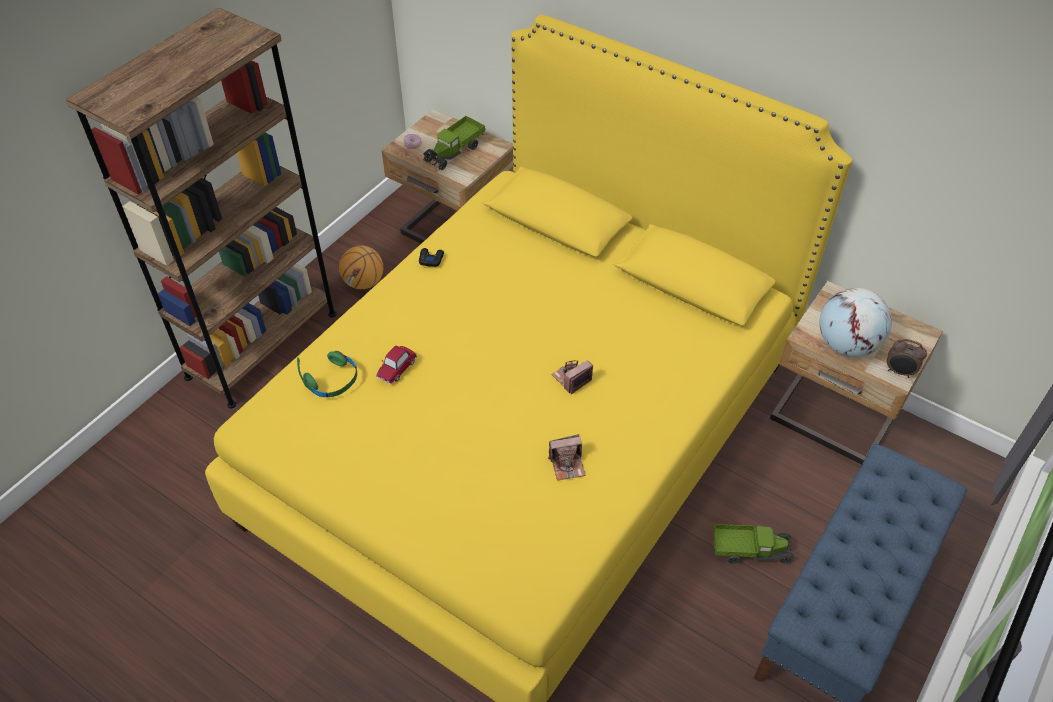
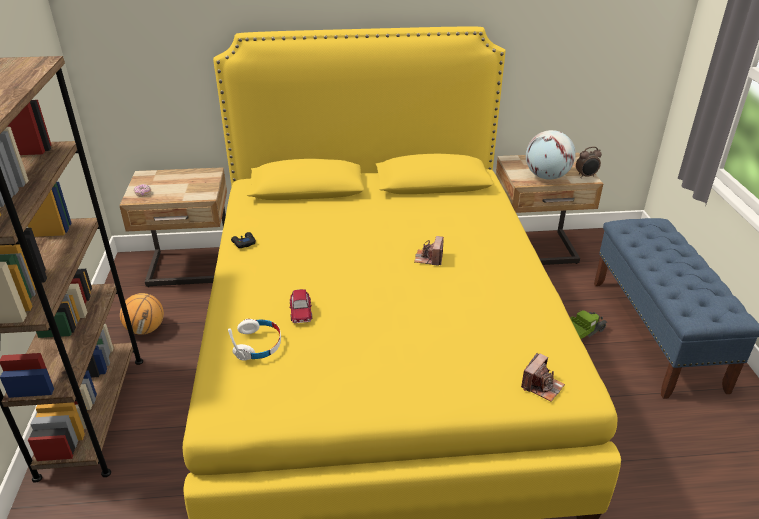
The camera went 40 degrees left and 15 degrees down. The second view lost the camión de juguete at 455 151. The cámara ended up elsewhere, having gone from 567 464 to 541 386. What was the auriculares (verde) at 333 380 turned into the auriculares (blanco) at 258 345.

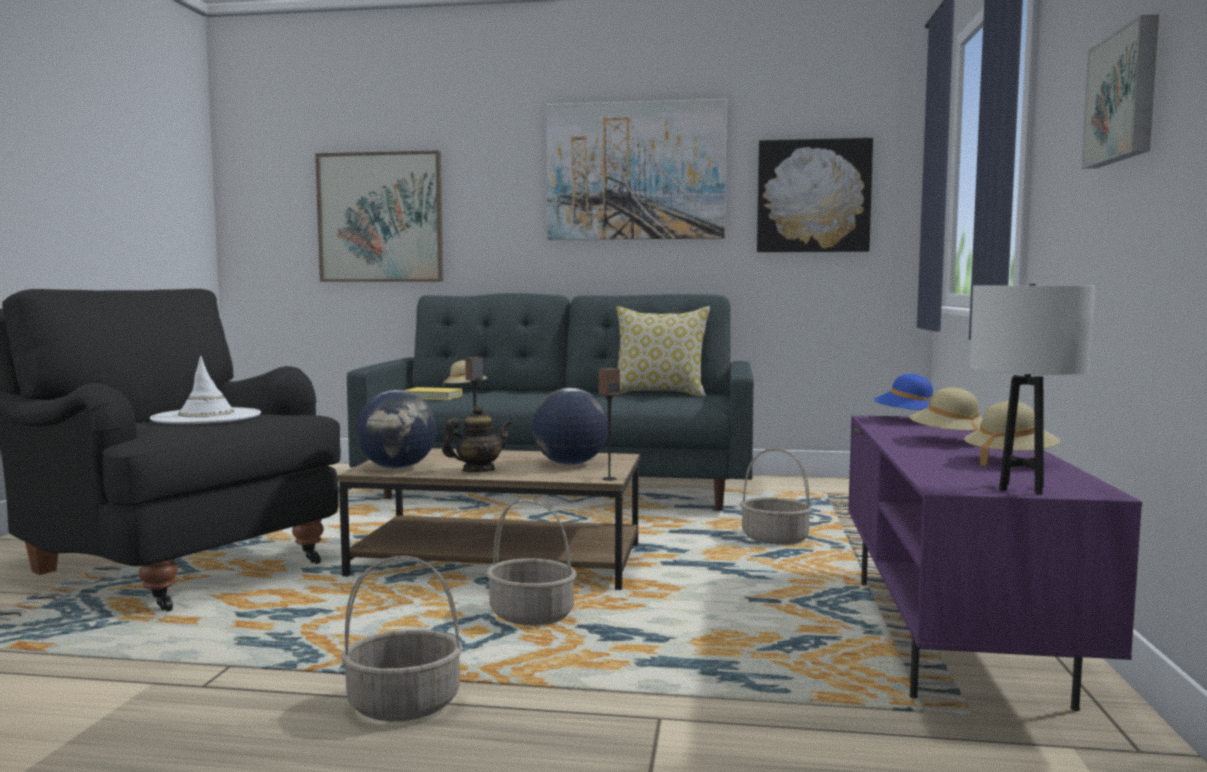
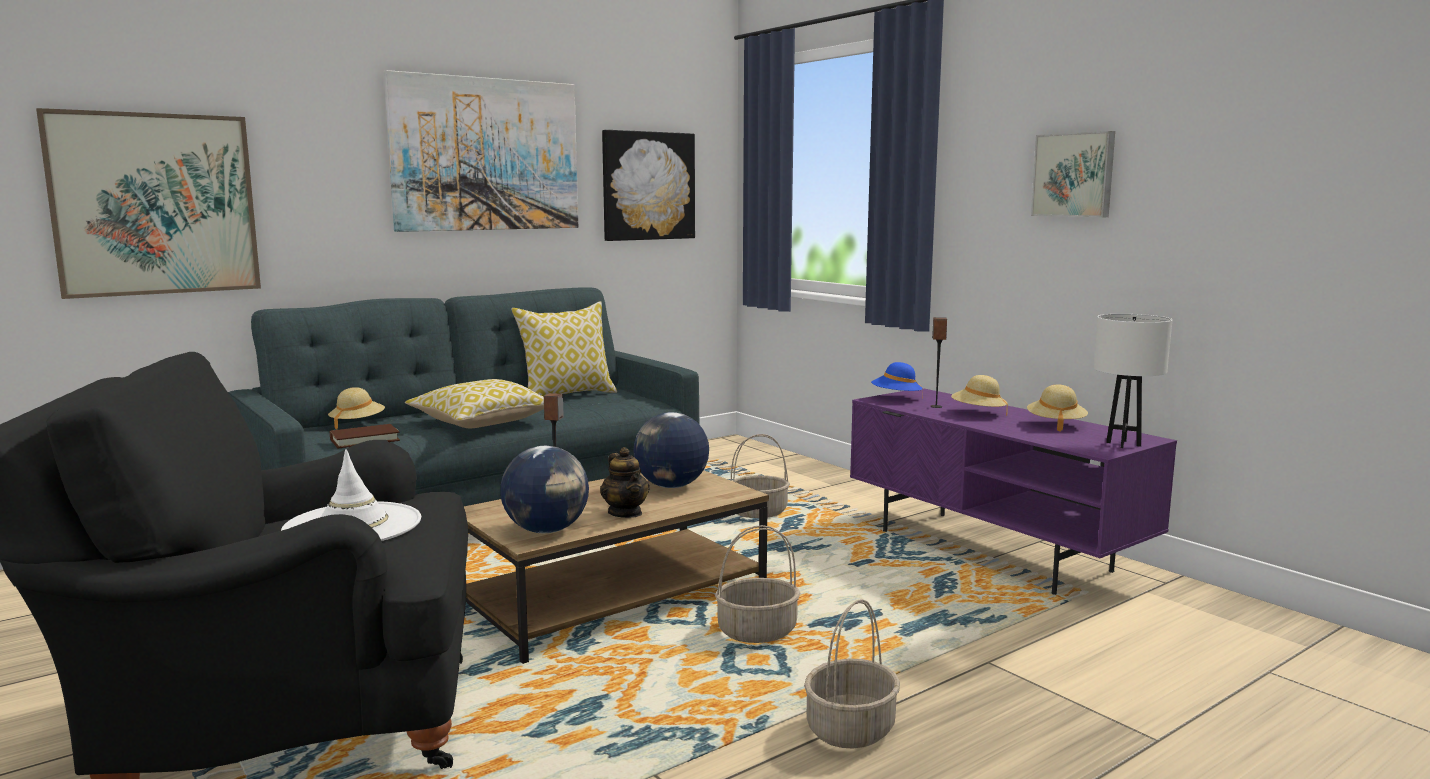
The camera went 45 degrees left and 5 degrees up. The second view gained the cojín at 482 422. The altavoz ended up elsewhere, having gone from 609 479 to 936 406. What was the libro (amarillo) at 433 397 turned into the libro (marrón) at 365 440. The tetera at 478 470 ended up facing another way, 135 degrees clockwise from before.

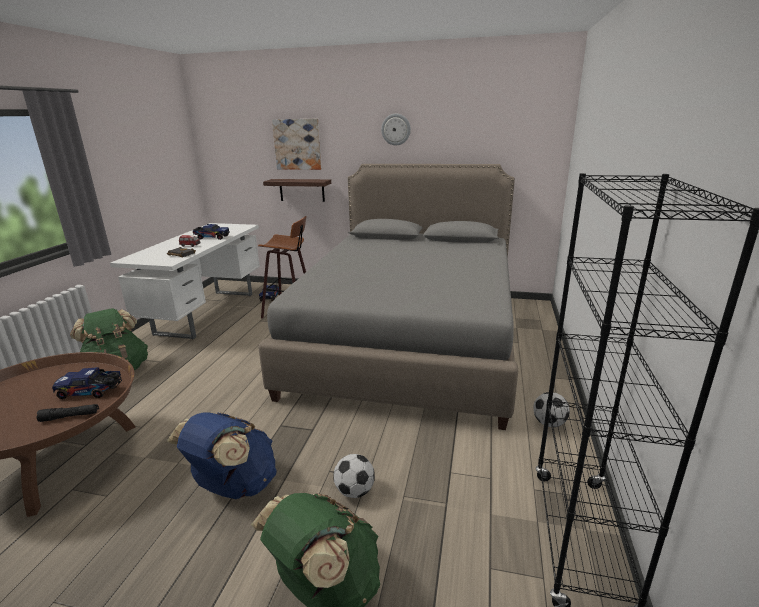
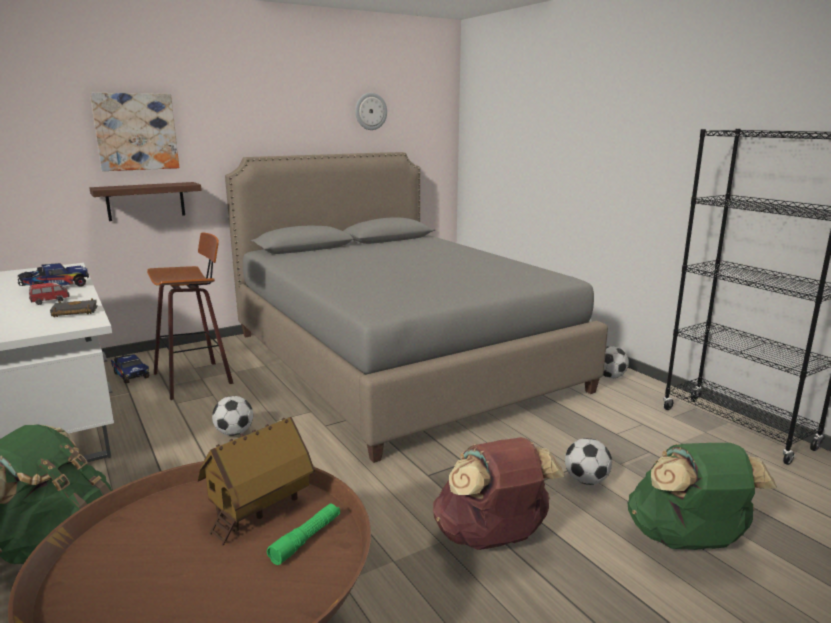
The camera went 45 degrees left and 5 degrees down. The second view gained the balón de fútbol at 234 433. The reloj de pared ended up elsewhere, having gone from 396 129 to 370 111. Where the camión de juguete stood at 91 391, the casita came to stand at 259 509. What was the linterna (negro) at 70 417 turned into the linterna (verde) at 306 539. What was the mochila (azul) at 234 486 turned into the mochila (marrón) at 492 539.

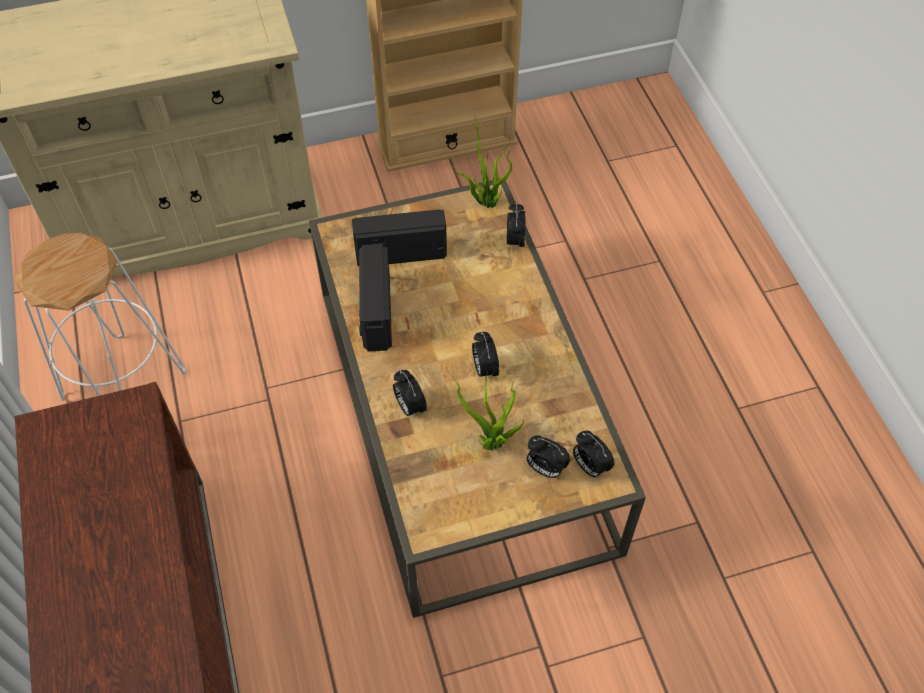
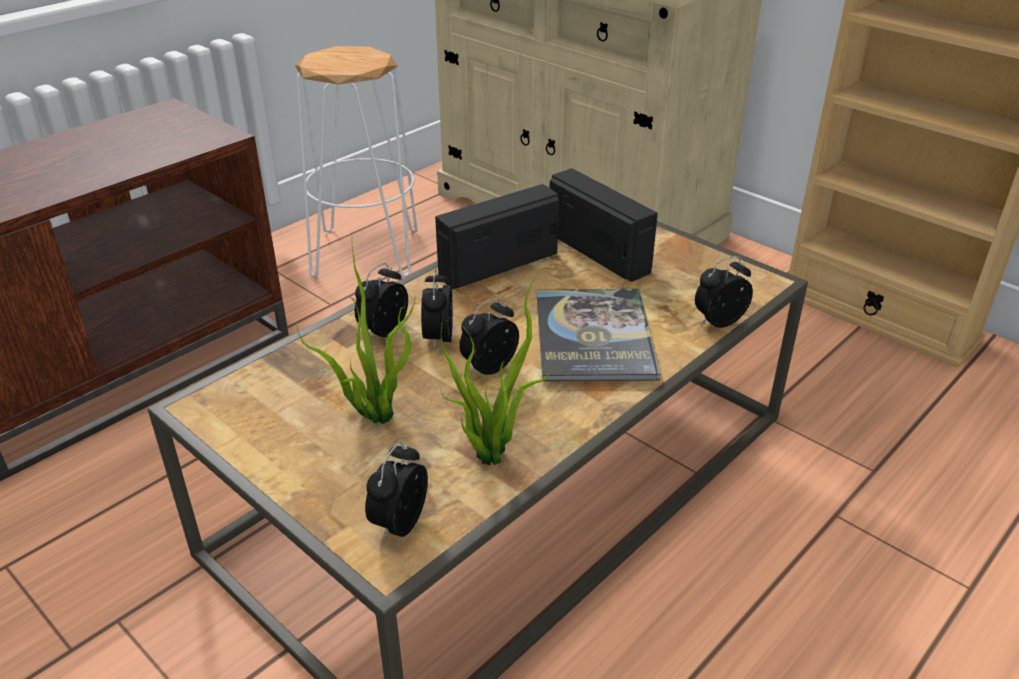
The camera went 60 degrees right and 20 degrees down. The second view gained the libro at 593 336. The planta en maceta ended up elsewhere, having gone from 485 201 to 489 451. The despertador ended up elsewhere, having gone from 545 469 to 438 338.

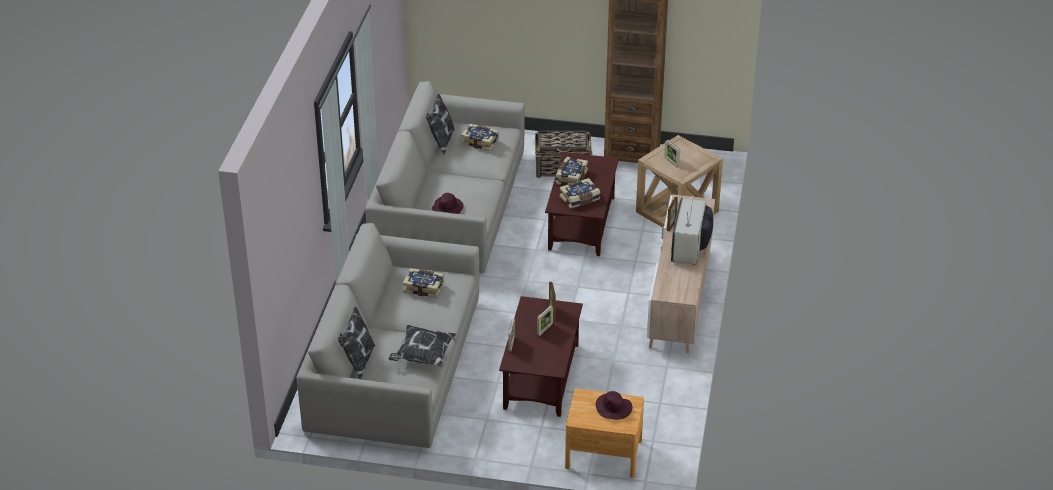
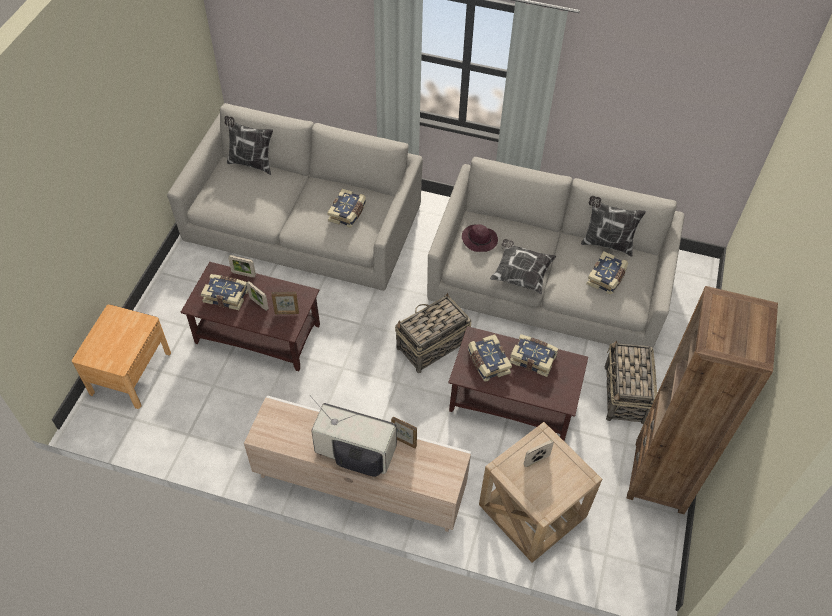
The camera went 95 degrees right and 15 degrees up. The second view lost the sombrero (morado) at 614 408. The second view gained the libro at 226 295. The second view gained the cesta at 431 346. The cojín ended up elsewhere, having gone from 423 356 to 520 274.

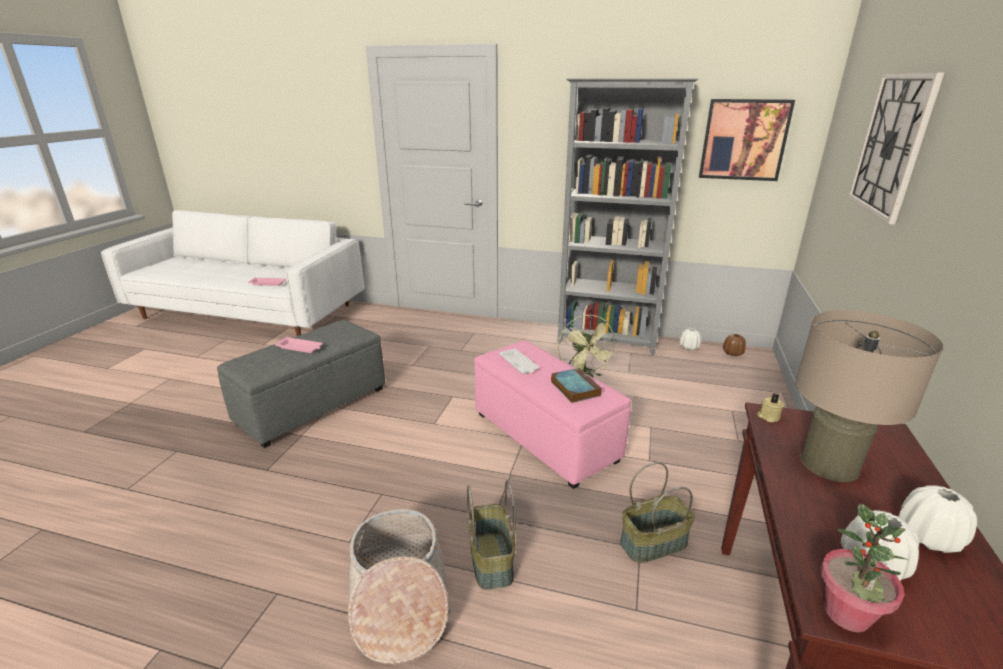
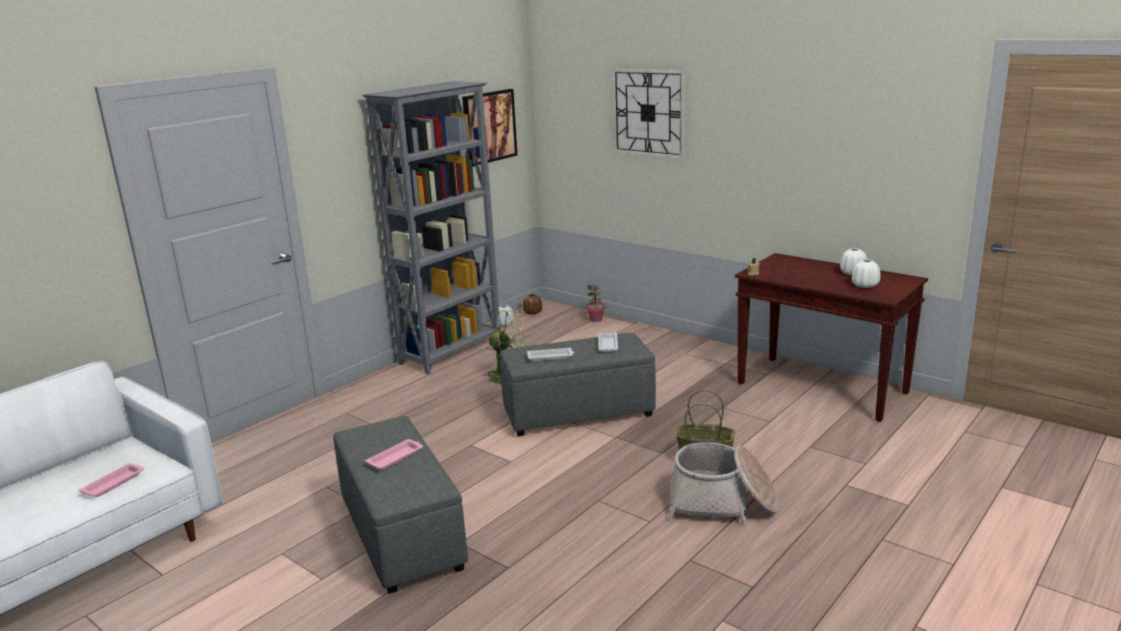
The camera went 65 degrees left and 5 degrees down. The second view lost the cesta at 653 542. The second view lost the lámpara de mesa (beis) at 829 464. The planta en maceta ended up elsewhere, having gone from 846 614 to 596 319. Where the libro stood at 574 388, the bandeja (blanco) came to stand at 608 344. What was the puf (rosa) at 545 437 turned into the puf (gris) at 579 413.

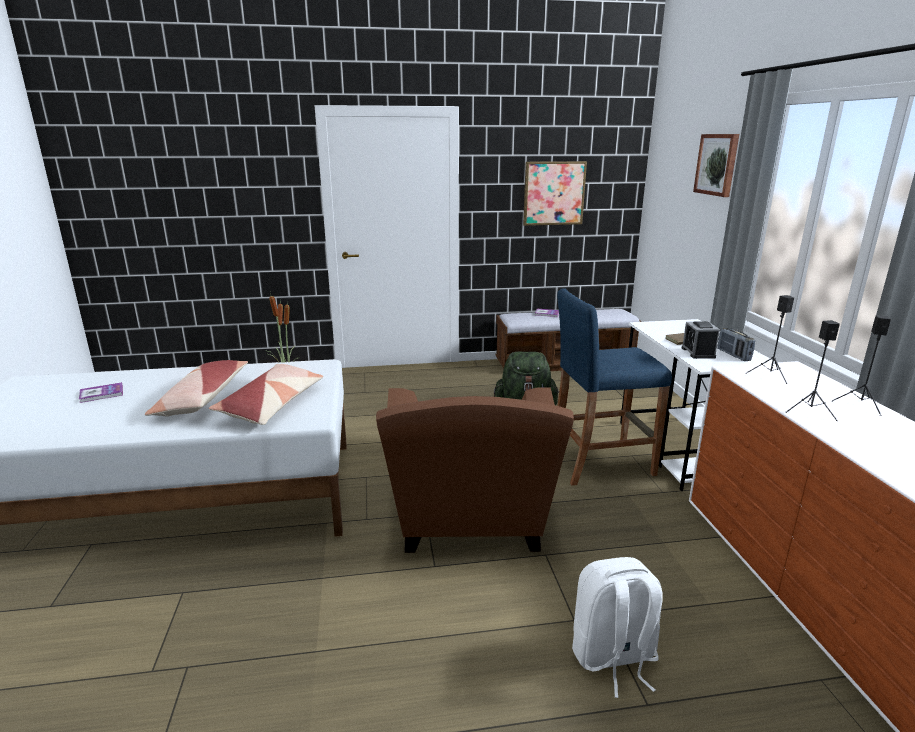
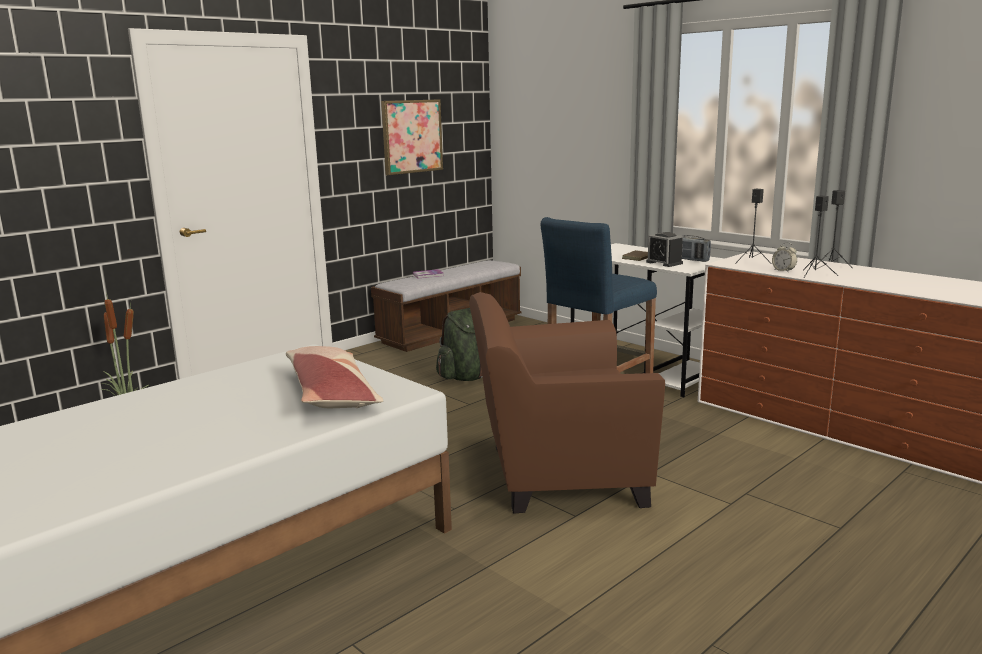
The camera went 35 degrees left and 5 degrees down. The second view lost the libro at 101 394. The second view lost the cojín at 202 399. The second view lost the mochila (blanco) at 613 657. The second view lost the cuadro at 717 164. The second view gained the despertador at 783 271. The sillón (marrón) at 470 521 ended up facing another way, 120 degrees clockwise from before.

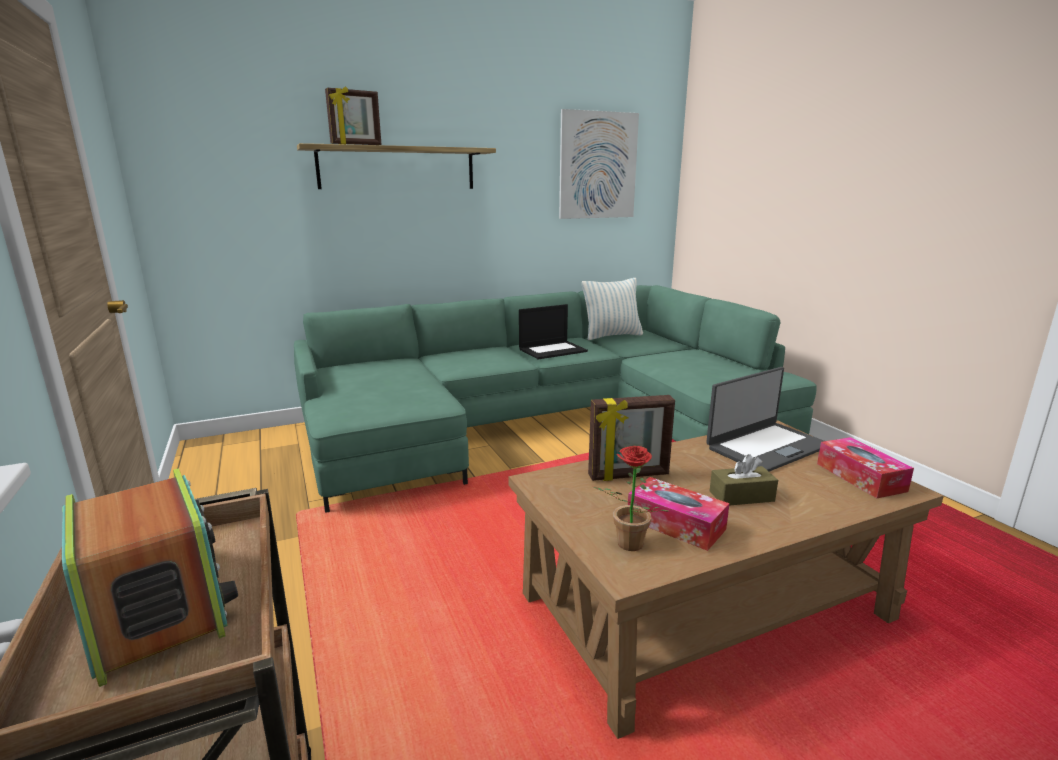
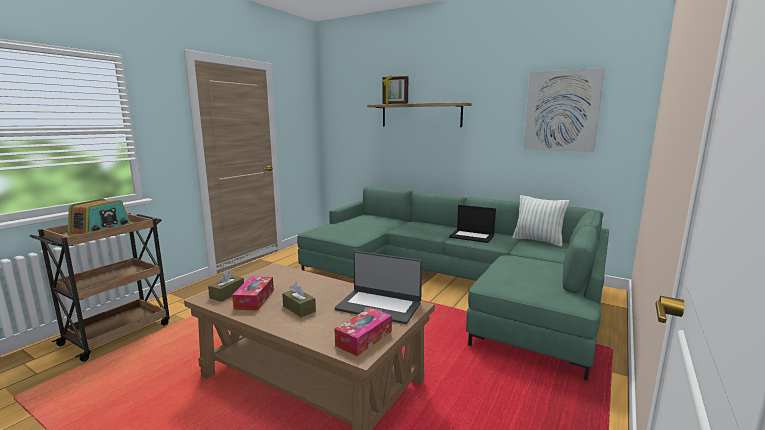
The camera went 55 degrees right and 5 degrees down. The second view lost the portarretratos at 629 476. Where the planta en maceta stood at 625 545, the caja de pañuelos (marrón) came to stand at 227 294.

